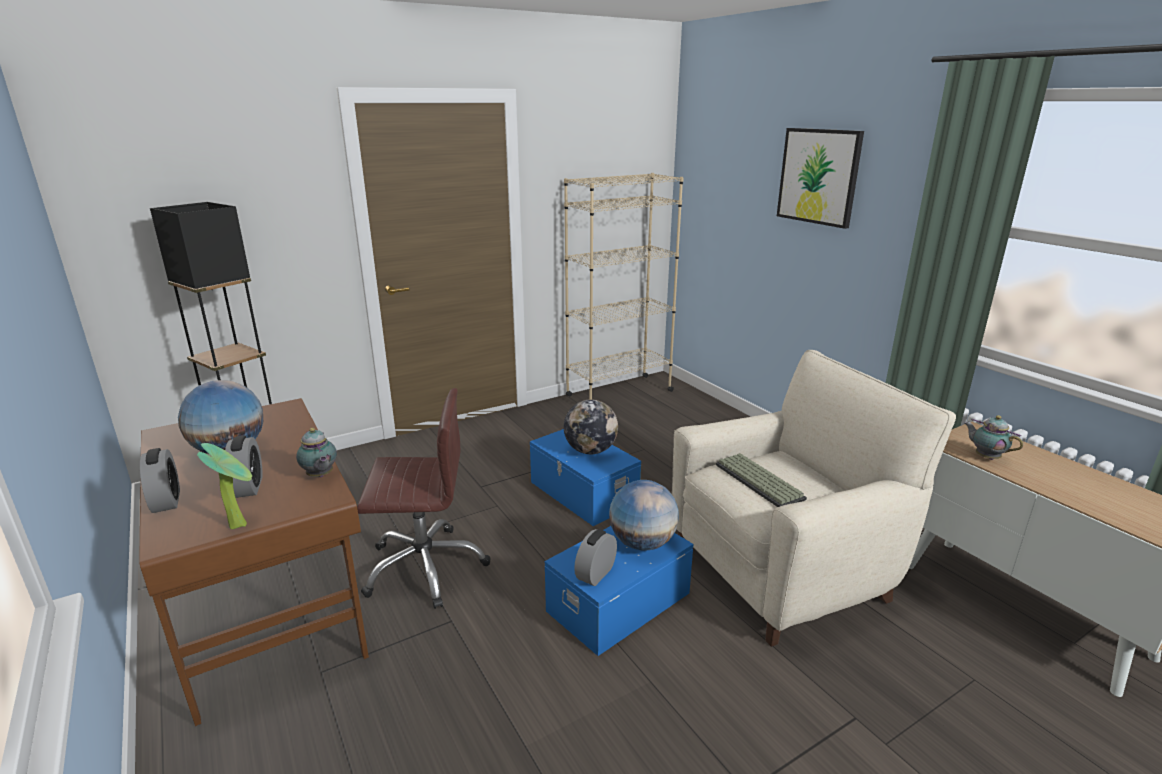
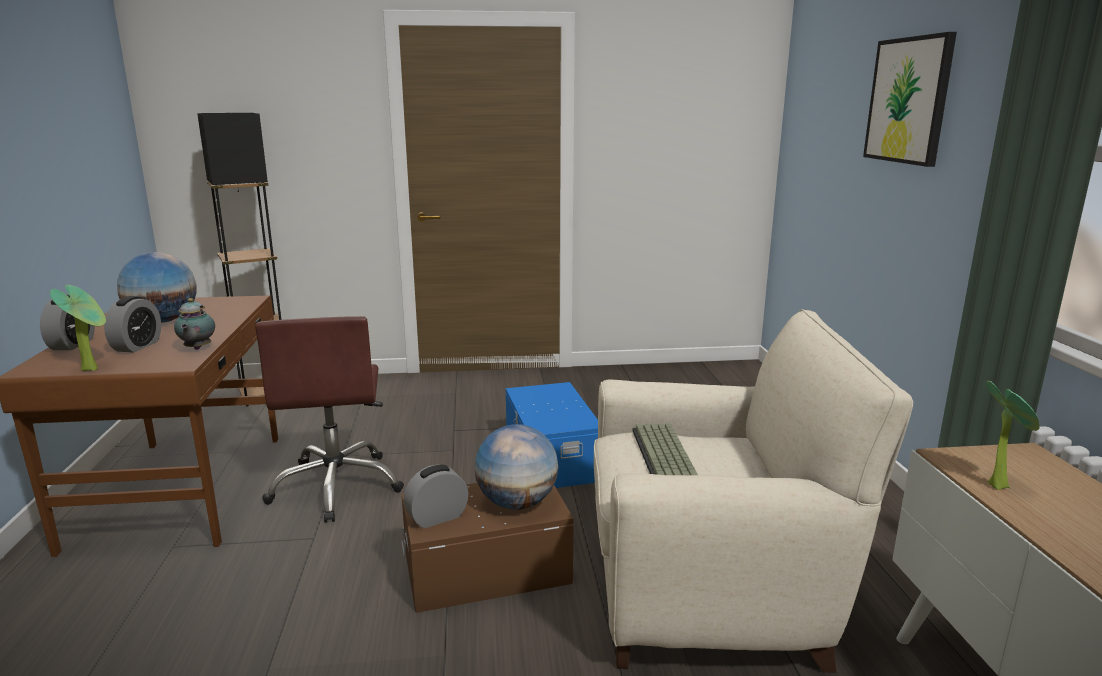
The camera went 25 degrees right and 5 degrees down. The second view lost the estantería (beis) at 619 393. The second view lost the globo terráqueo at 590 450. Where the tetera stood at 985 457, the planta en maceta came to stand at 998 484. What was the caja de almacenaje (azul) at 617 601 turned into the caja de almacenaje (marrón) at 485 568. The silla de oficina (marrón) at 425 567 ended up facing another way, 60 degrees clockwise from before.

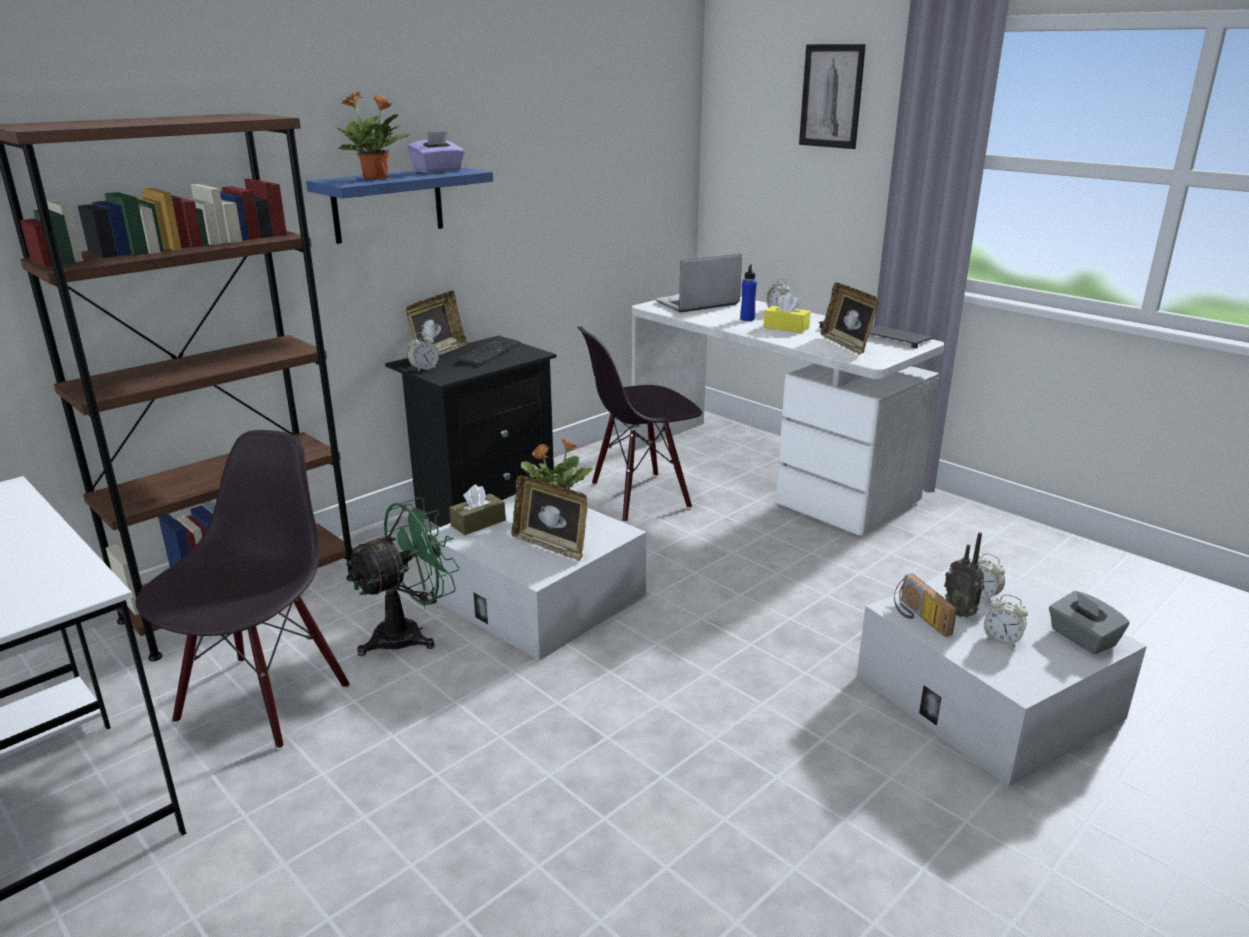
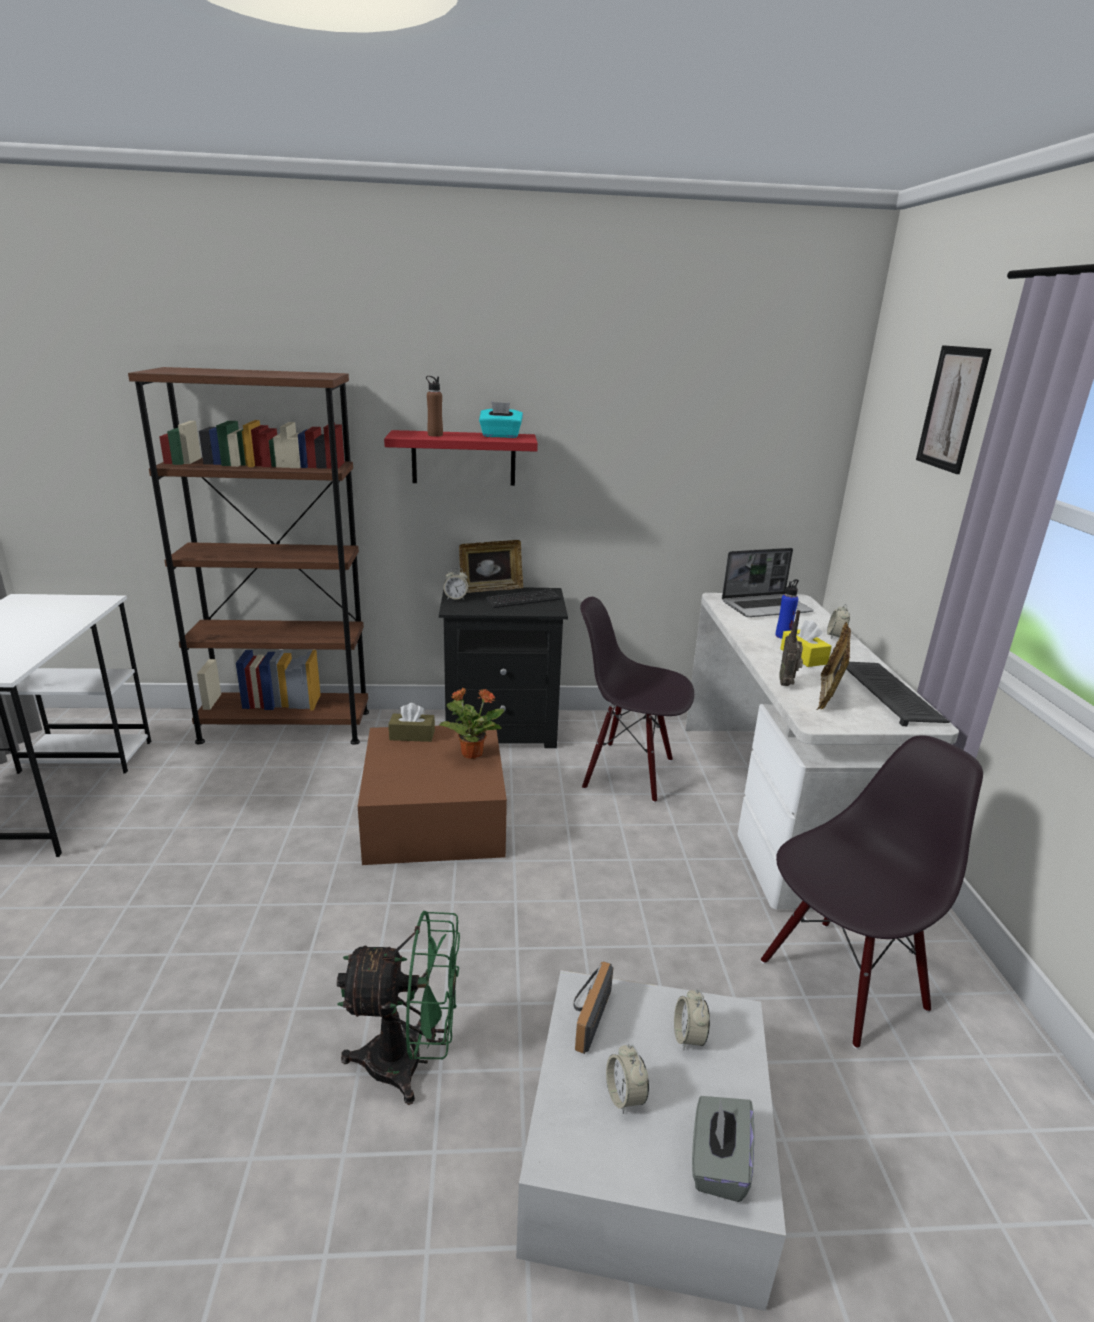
The camera went 40 degrees right and 0 degrees up. The second view lost the portarretratos at 551 545. The silla (negro) ended up elsewhere, having gone from 262 701 to 841 982. The ventilador (verde) ended up elsewhere, having gone from 409 634 to 410 1062. The radio ended up elsewhere, having gone from 960 612 to 787 684. Where the planta en maceta stood at 377 178, the botella (marrón) came to stand at 435 435. What was the estante (azul) at 388 204 turned into the estante (rojo) at 463 458. What was the caja de pañuelos (morado) at 438 171 turned into the caja de pañuelos (turquesa) at 500 436. What was the caja de almacenaje (blanco) at 538 596 turned into the caja de almacenaje (marrón) at 434 815. The portátil at 696 304 ended up facing another way, 150 degrees clockwise from before.

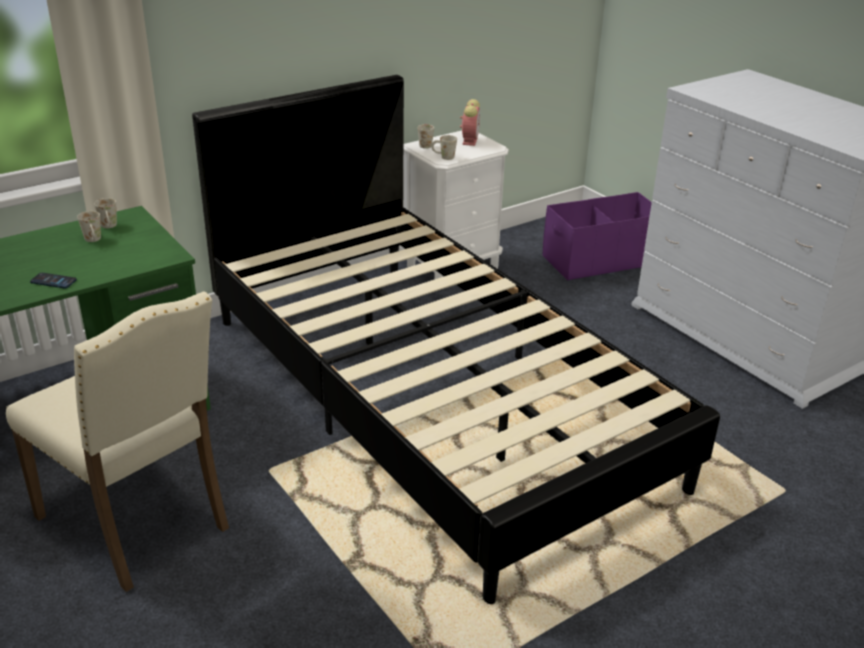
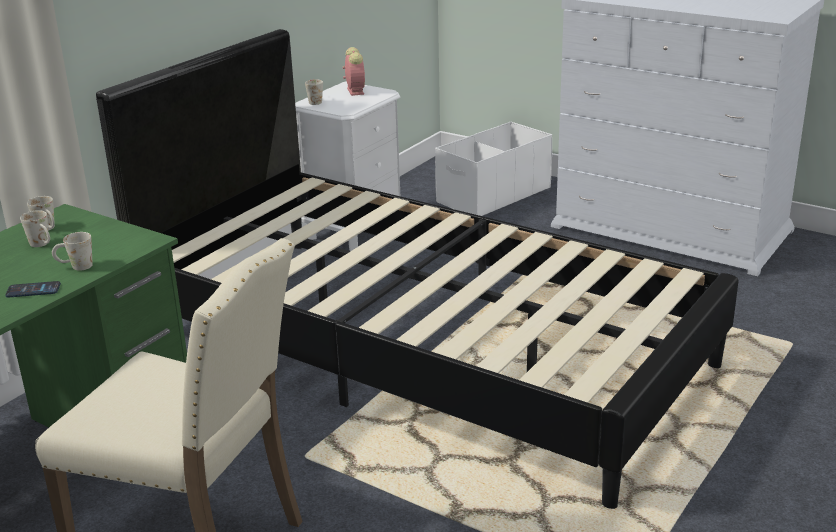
The camera went 20 degrees left and 5 degrees down. The taza grande (blanco) ended up elsewhere, having gone from 443 157 to 75 267. What was the caja de almacenaje (morado) at 600 260 turned into the caja de almacenaje (blanco) at 493 195.

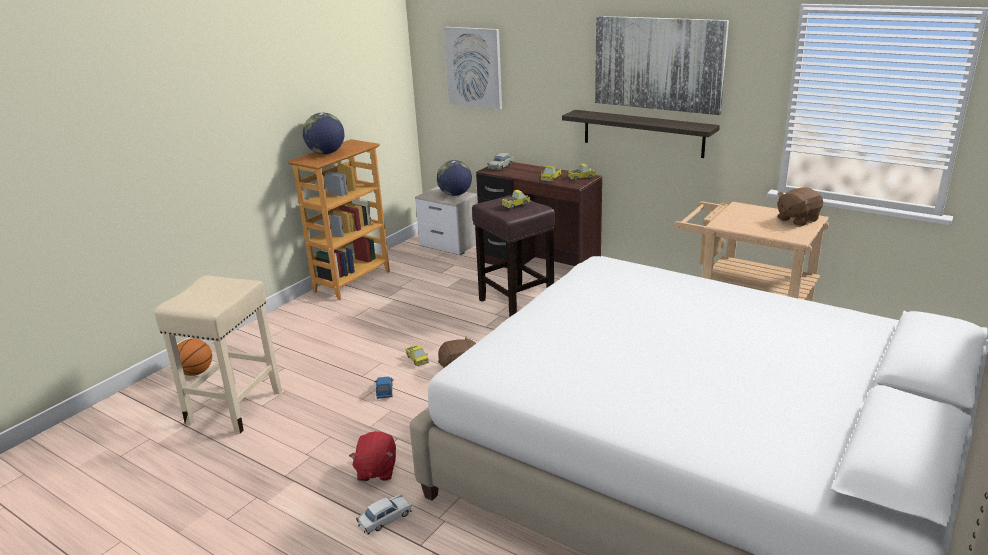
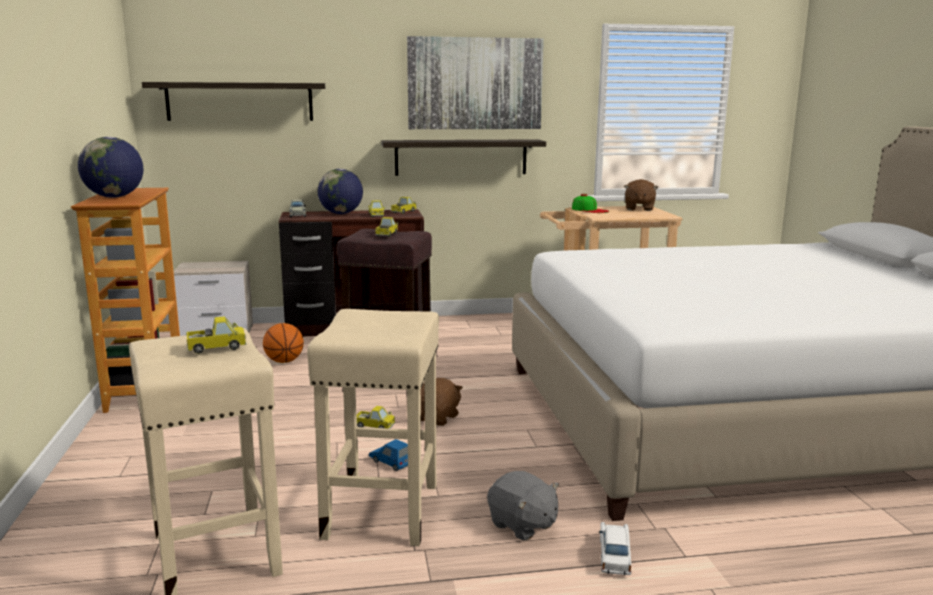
The camera went 45 degrees left and 10 degrees down. The second view gained the camión de juguete at 216 348. The second view gained the taburete (beis) at 381 509. The second view gained the gorra at 590 210. The balón de baloncesto ended up elsewhere, having gone from 196 372 to 284 361. The globo terráqueo ended up elsewhere, having gone from 455 194 to 341 213. Where the cuadro hung at 474 67, the estante came to hang at 240 101. What was the peluche (rojo) at 376 470 turned into the peluche (gris) at 522 525.

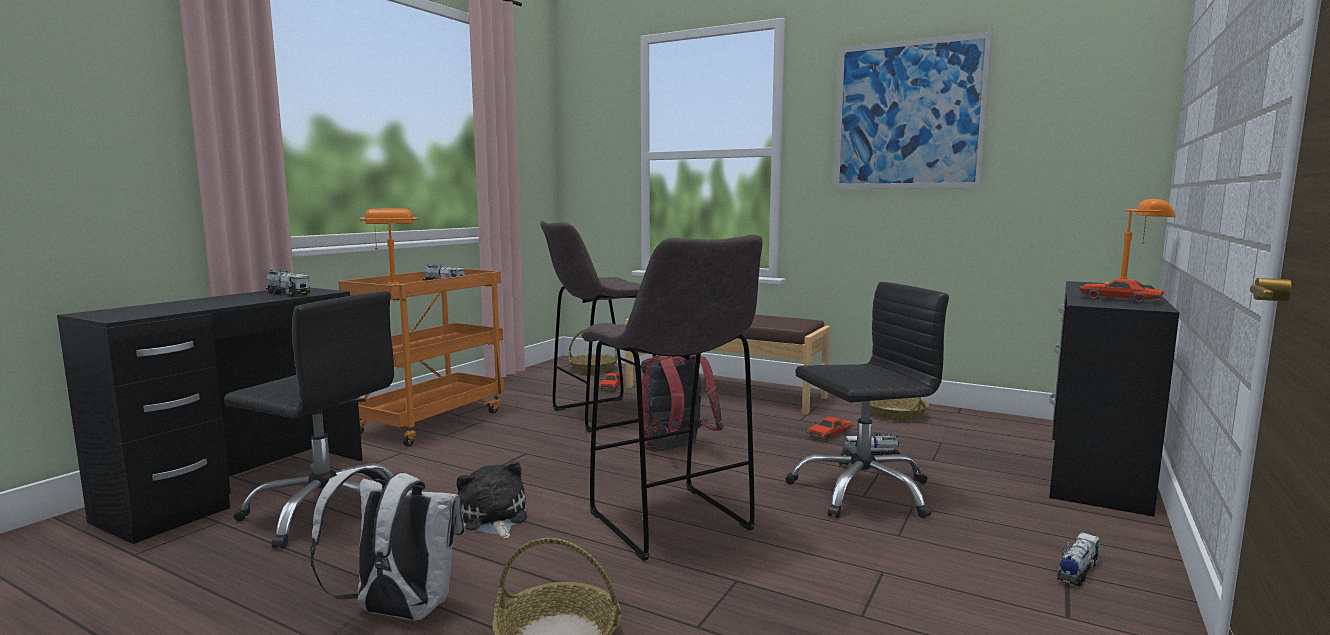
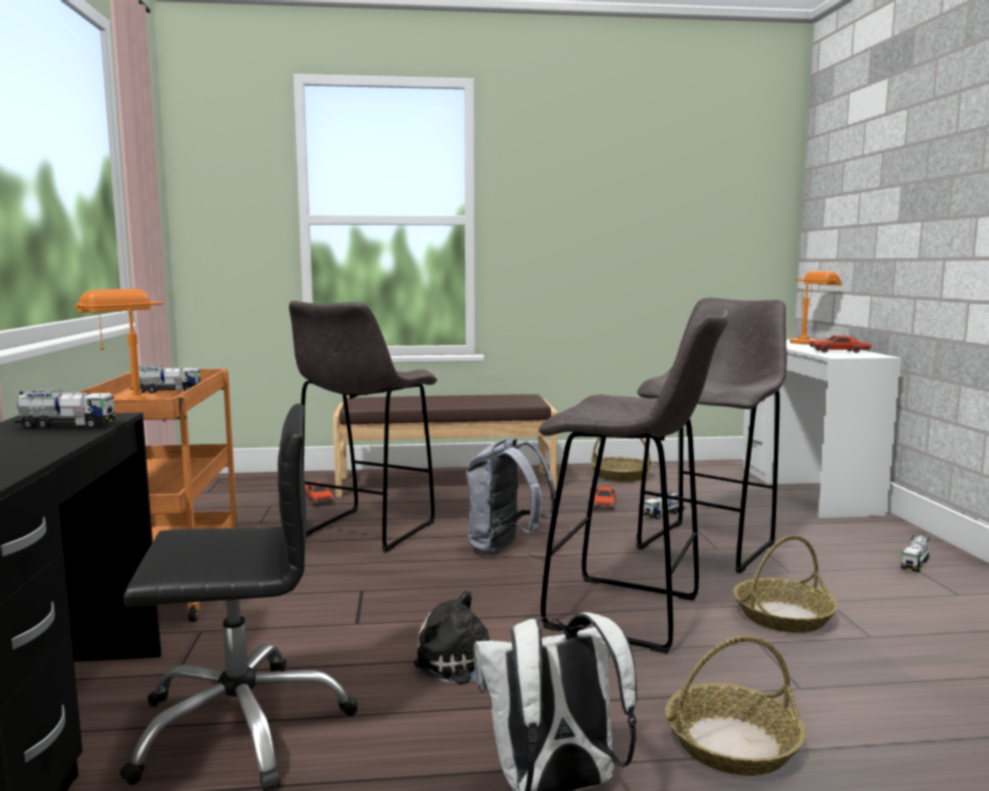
The camera went 35 degrees left and 0 degrees up. The second view lost the cuadro at 908 115. The cesta ended up elsewhere, having gone from 593 369 to 783 616. Where the silla de oficina (negro) stood at 861 491, the taburete (gris) came to stand at 708 545. What was the mochila (rojo) at 675 450 turned into the mochila (gris) at 506 548. What was the escritorio (negro) at 1096 468 turned into the escritorio (blanco) at 807 490. The camión de juguete at 1077 571 ended up facing another way, 150 degrees counterclockwise from before.

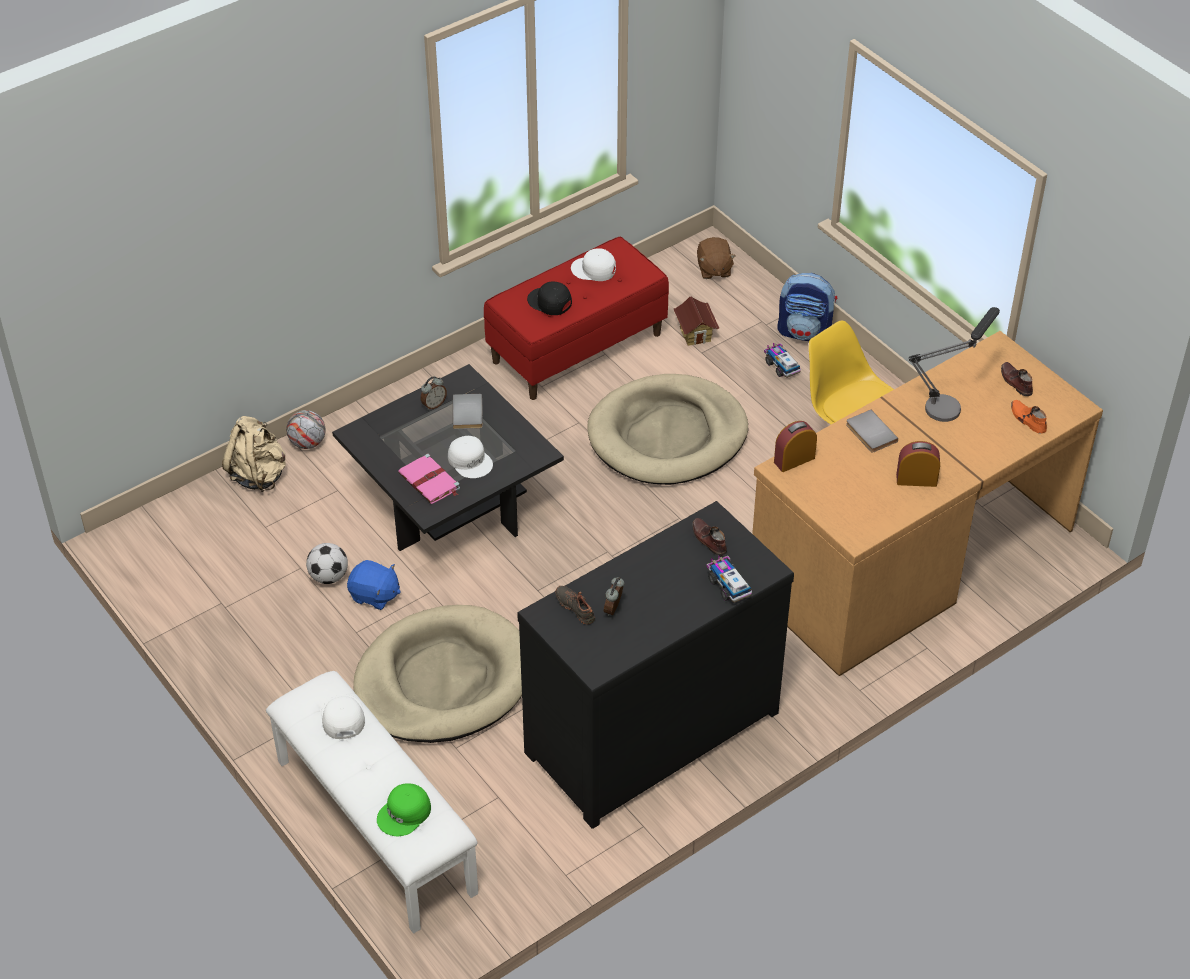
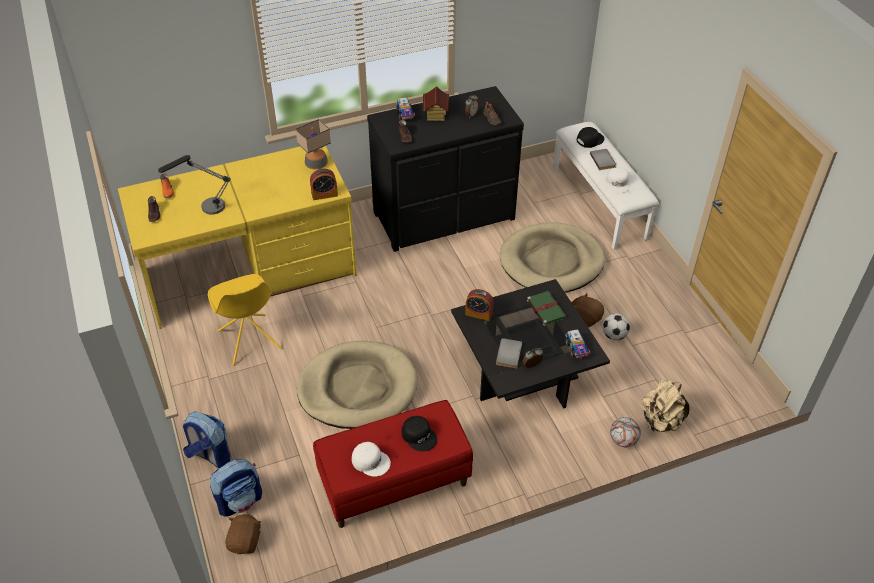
The camera went 165 degrees left and 0 degrees up. The second view lost the gorra (blanco) at 470 461. The second view gained the mochila at 240 501. The second view gained the lámpara de mesa at 316 164. The casita ended up elsewhere, having gone from 695 334 to 435 114. The camión de juguete ended up elsewhere, having gone from 781 366 to 577 349. The libro (gris) ended up elsewhere, having gone from 869 433 to 603 160. The despertador ended up elsewhere, having gone from 916 479 to 479 314. What was the peluche (azul) at 374 595 turned into the peluche (marrón) at 585 317. What was the gorra (verde) at 405 814 turned into the gorra (negro) at 589 139. What was the libro (rosa) at 430 482 turned into the libro (verde) at 545 309. What was the escritorio (marrón) at 910 557 turned into the escritorio (amarillo) at 250 273.

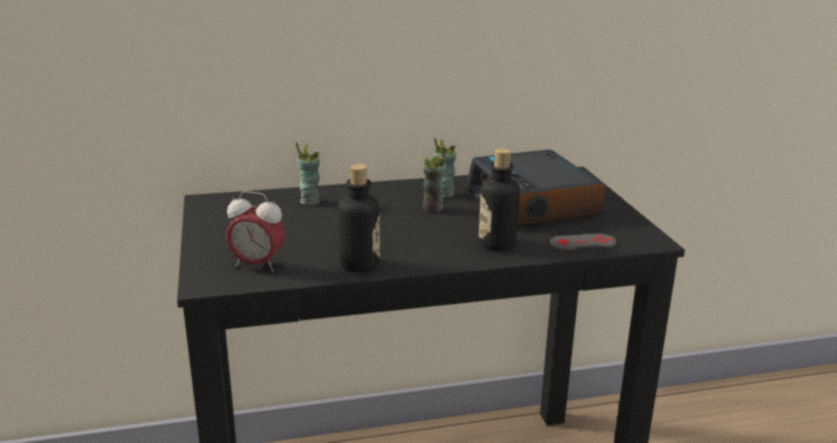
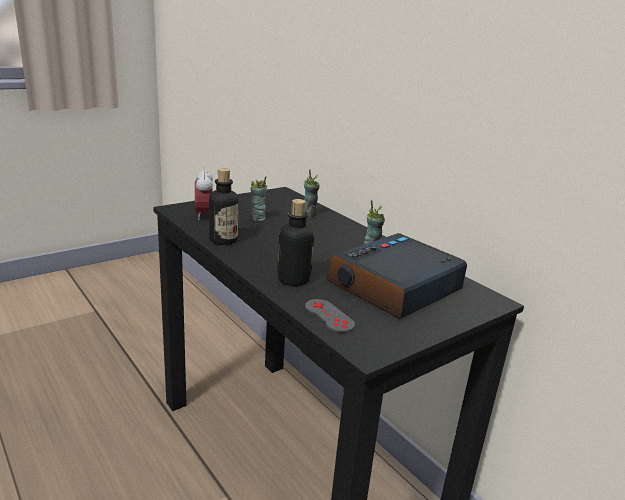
The camera went 65 degrees right and 0 degrees up. The taza ended up elsewhere, having gone from 433 208 to 257 218.

